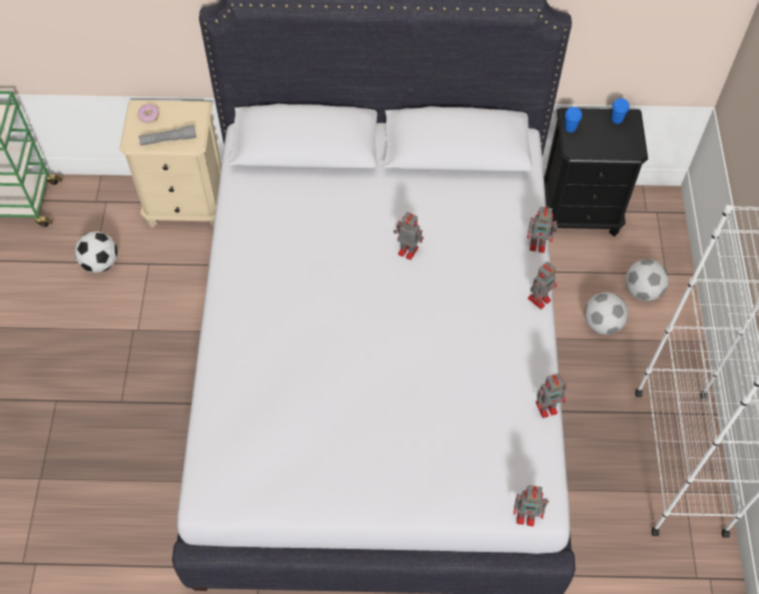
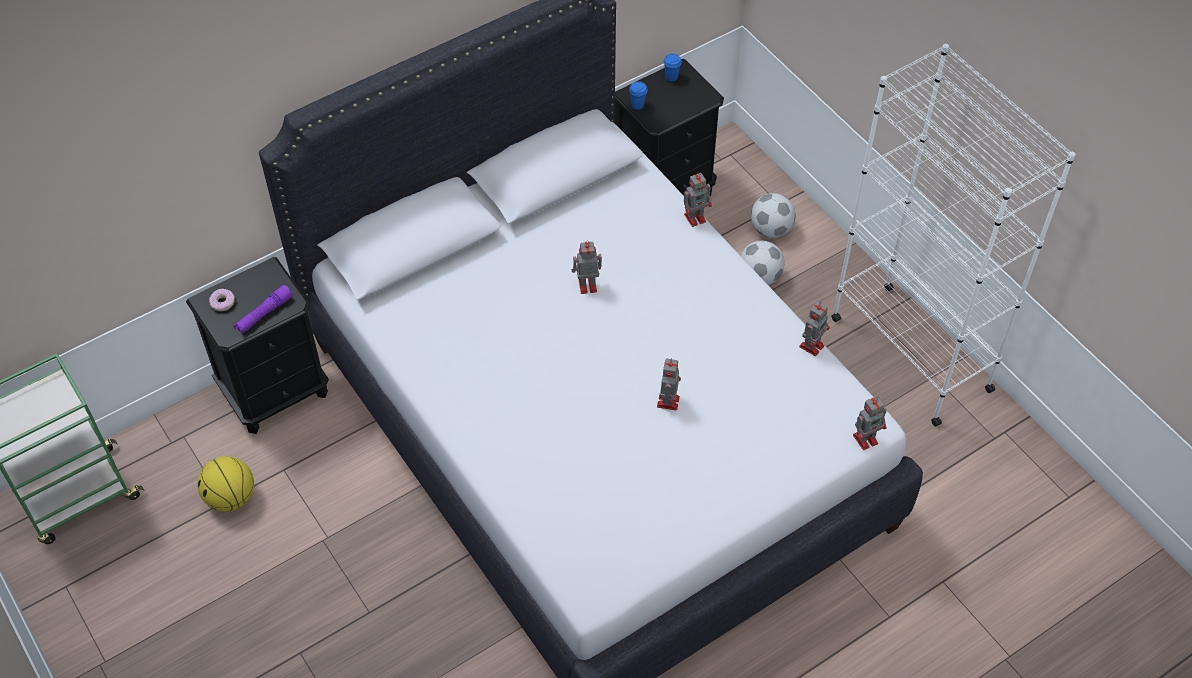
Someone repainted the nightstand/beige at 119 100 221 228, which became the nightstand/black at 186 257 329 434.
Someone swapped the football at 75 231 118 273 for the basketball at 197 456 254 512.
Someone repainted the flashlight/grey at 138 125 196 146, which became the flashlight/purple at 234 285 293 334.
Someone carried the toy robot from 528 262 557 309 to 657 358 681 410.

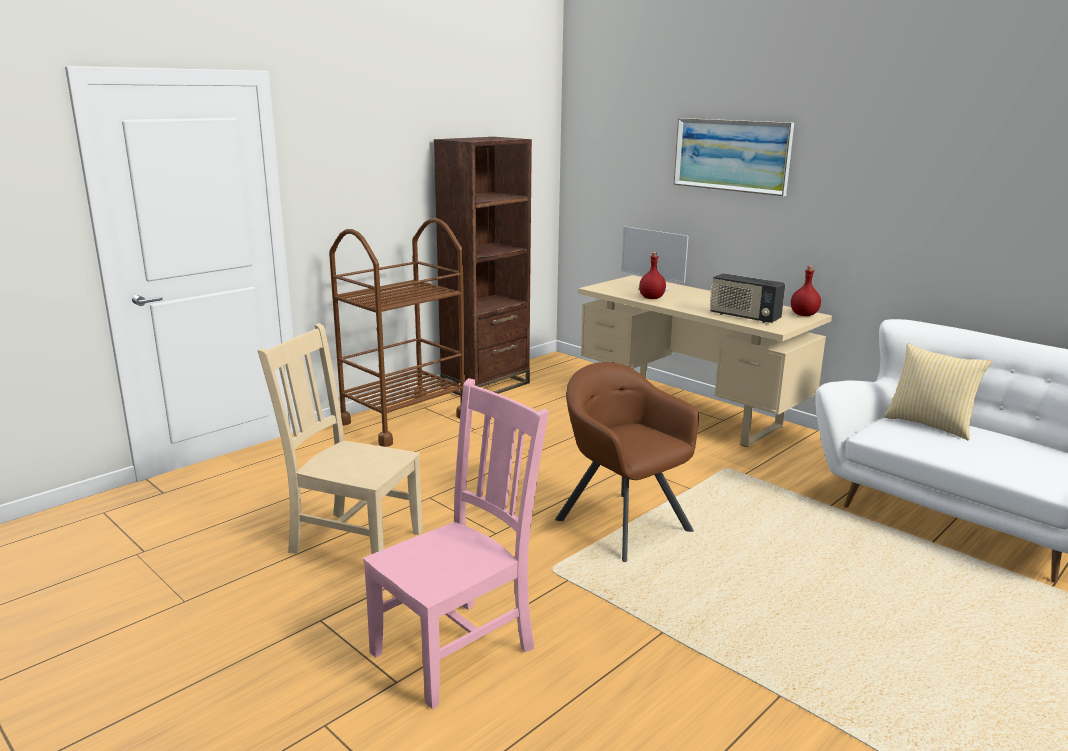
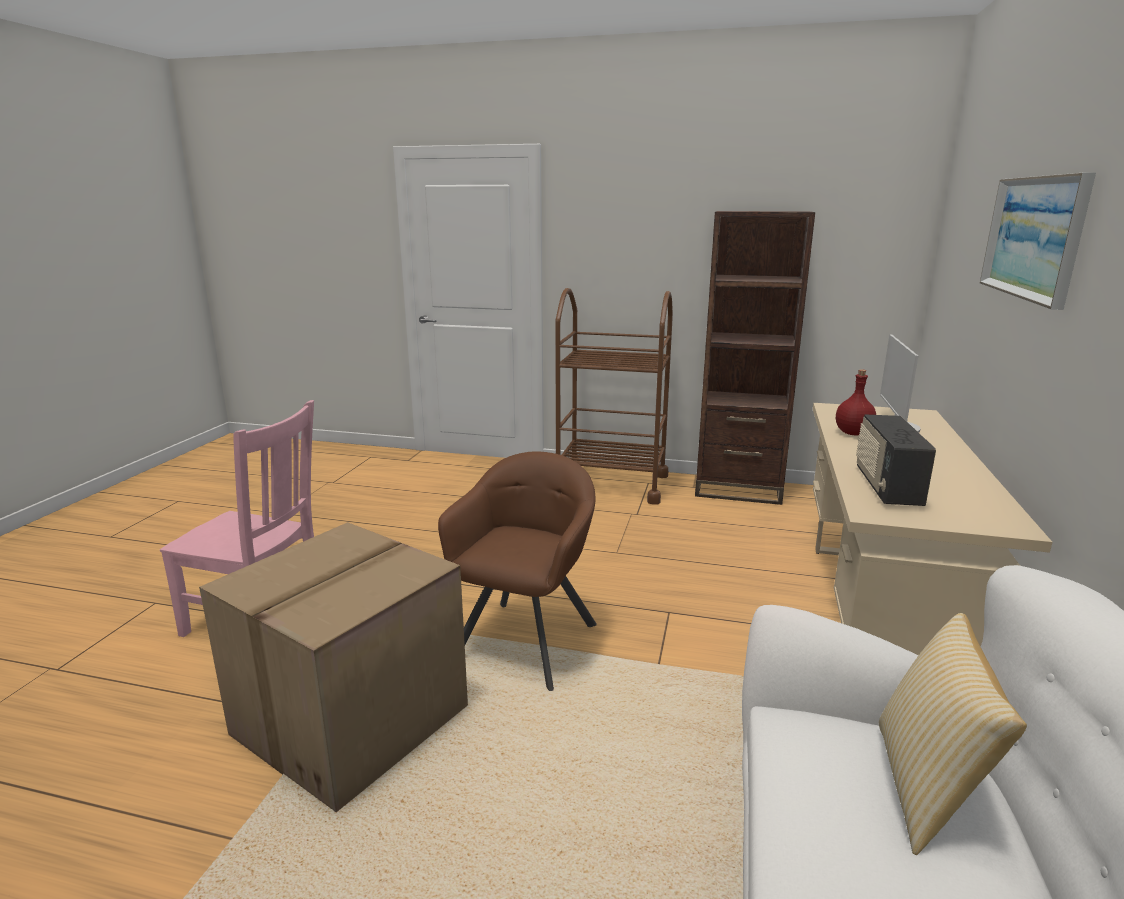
Someone put down the cardboard box at 199 522 468 812.
Someone took away the chair/beige at 258 323 423 554.
Someone took away the bottle/red at 791 266 821 316.

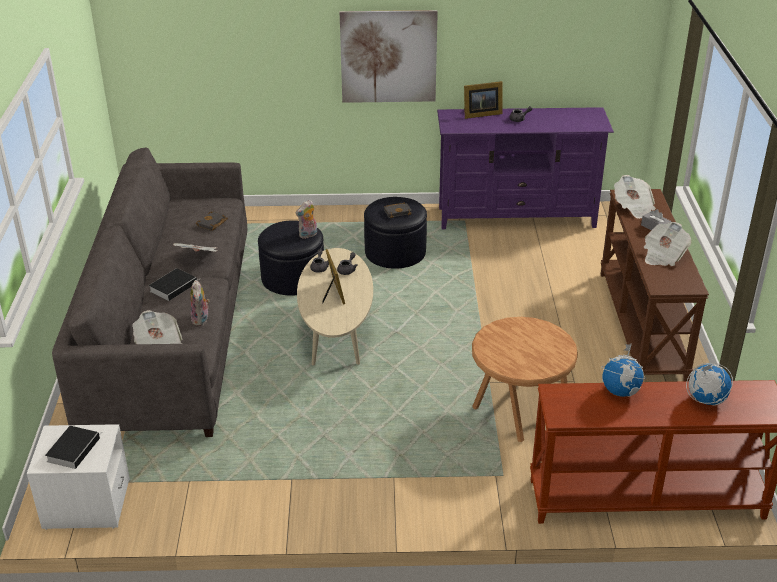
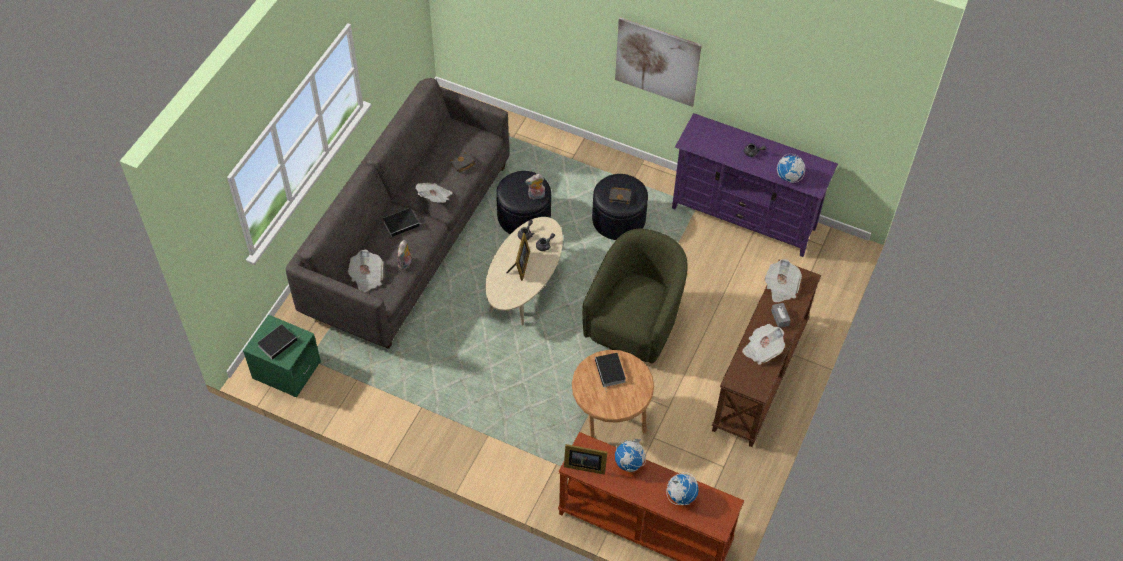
Someone repainted the nightstand/white at 27 424 130 530, which became the nightstand/green at 243 315 321 398.
Someone carried the picture frame from 464 81 503 119 to 564 444 607 475.
Someone put down the armchair/green at 582 229 688 364.
Someone put down the book at 595 353 626 390.
Someone put down the globe at 777 154 805 183.

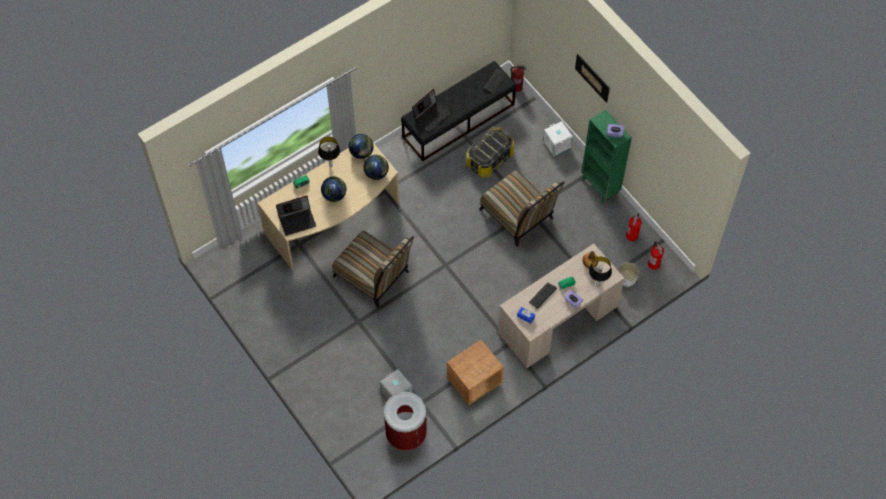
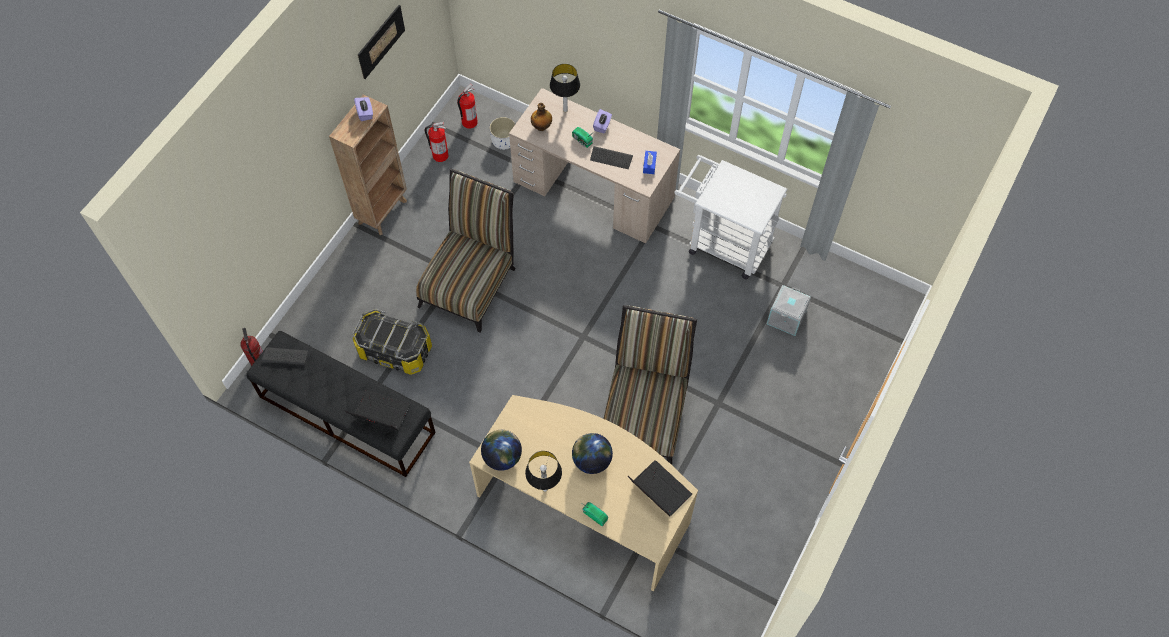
Someone repainted the bookcase/green at 582 109 632 203, which became the bookcase/brown at 329 94 407 235.
Someone carried the picture from 575 54 610 103 to 358 5 405 79.
Someone swapped the nightstand/brown at 447 340 504 406 for the cart/white at 674 155 787 279.
Someone took away the globe at 363 155 389 180.
Someone took away the trash can at 384 392 427 451.
Someone took away the storage box/white at 543 121 573 157.

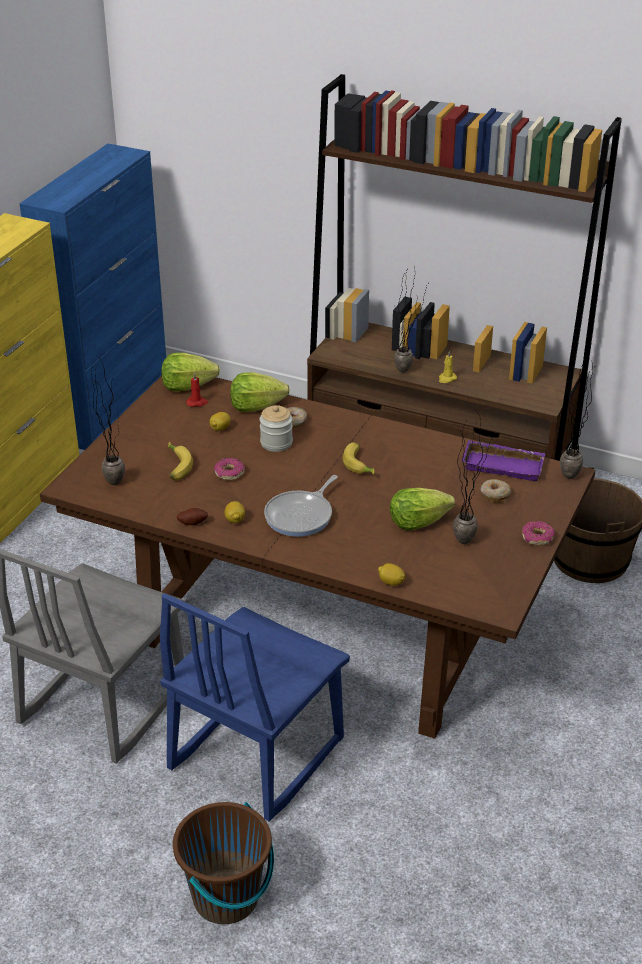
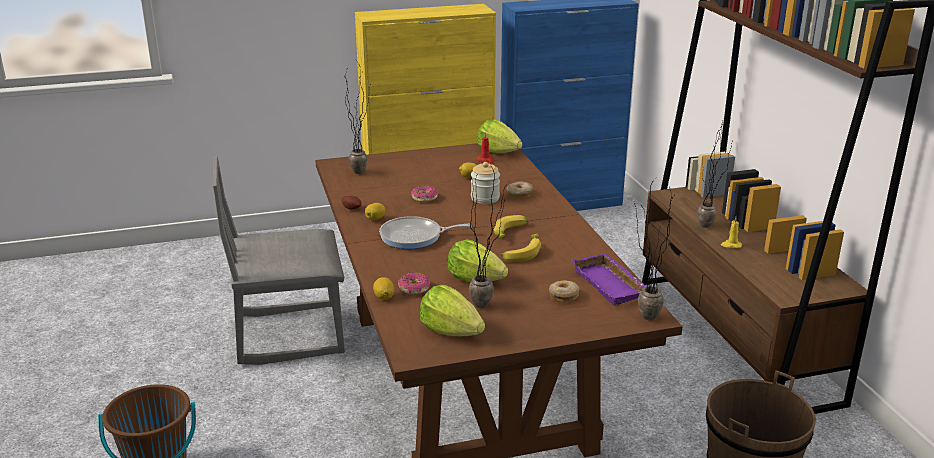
Someone carried the donut from 522 521 555 546 to 398 273 430 294.
Someone carried the lettuce from 230 372 290 412 to 420 285 485 336.
Someone carried the banana from 168 442 193 481 to 501 234 541 262.
Someone took away the chair/blue at 160 593 350 822.

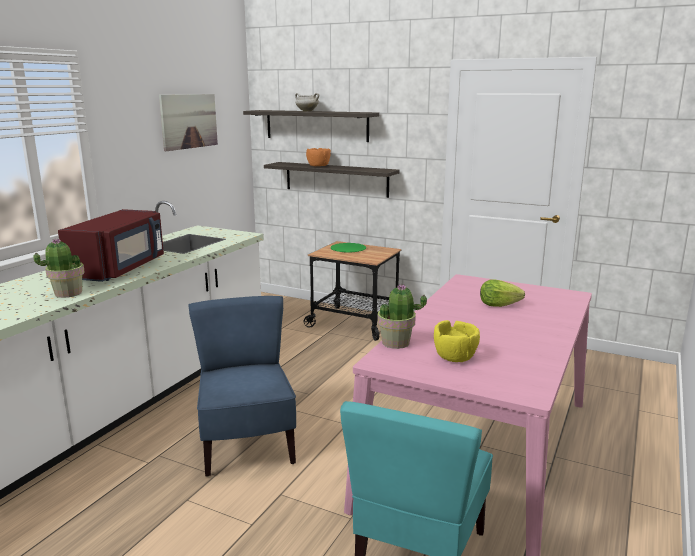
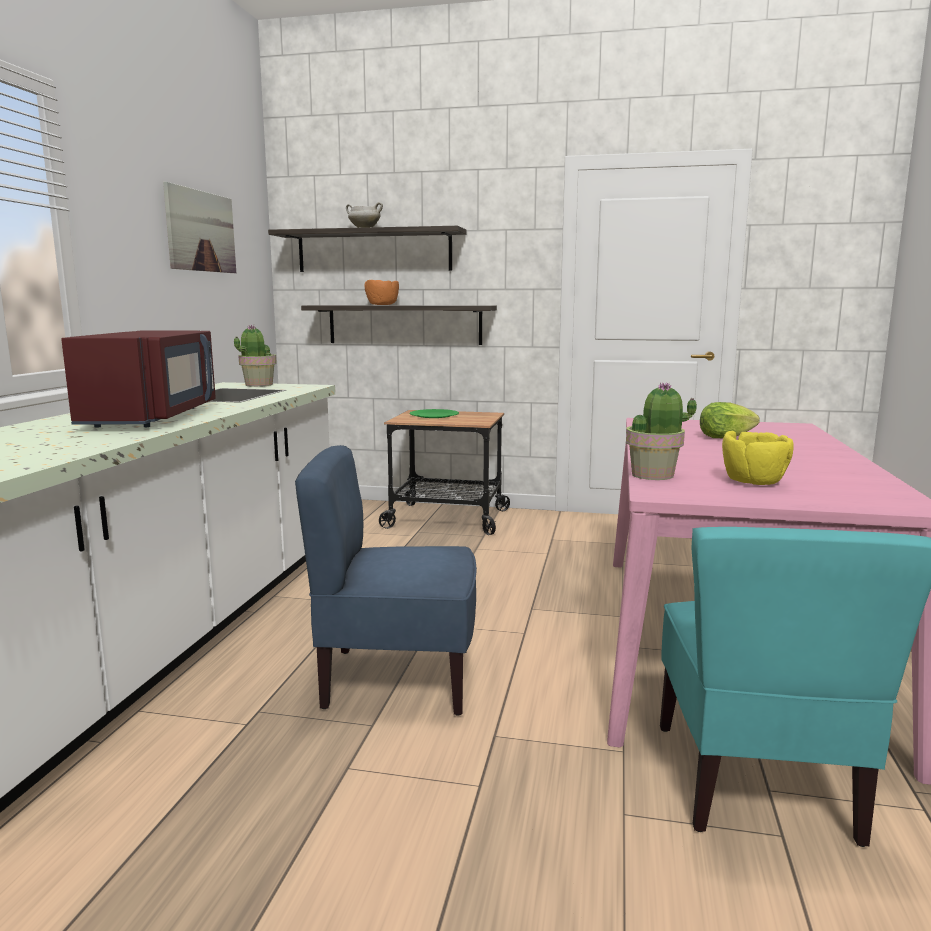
Someone carried the potted plant from 33 238 85 298 to 234 325 277 387.
Someone rotated the chair/blue at 188 296 296 477 by 60 degrees counterclockwise.

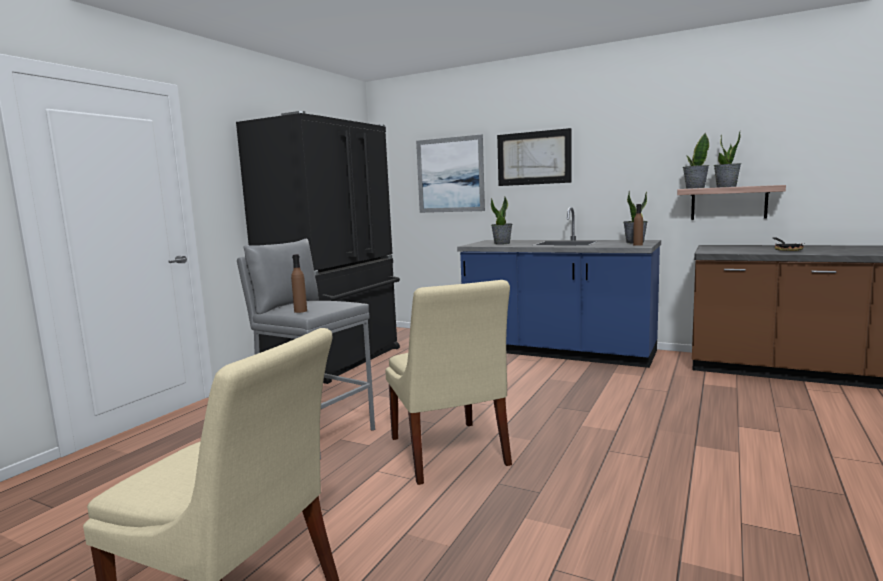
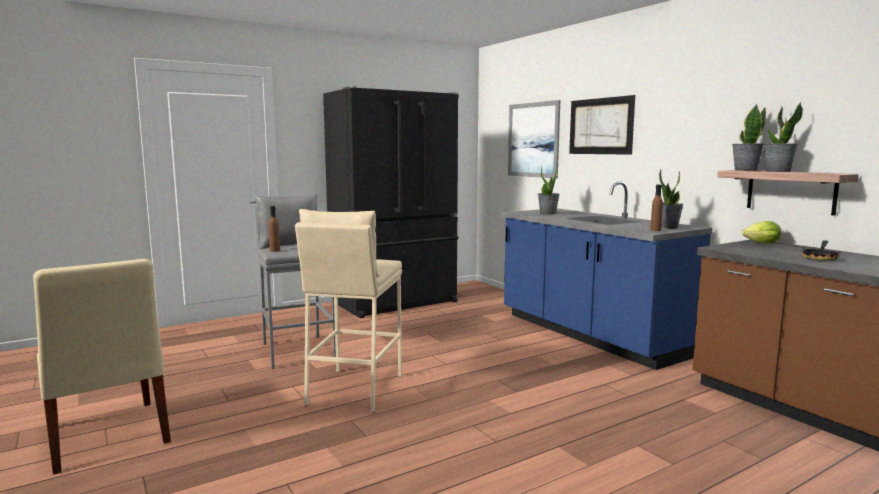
Someone swapped the chair/beige at 385 280 512 485 for the stool/beige at 295 209 402 413.
Someone put down the lettuce at 742 221 781 243.

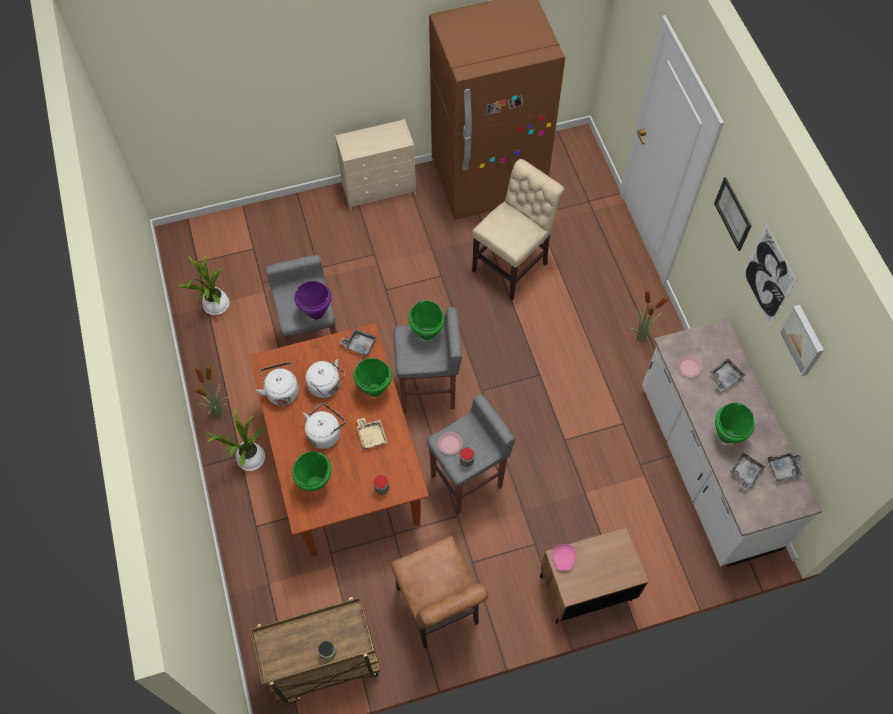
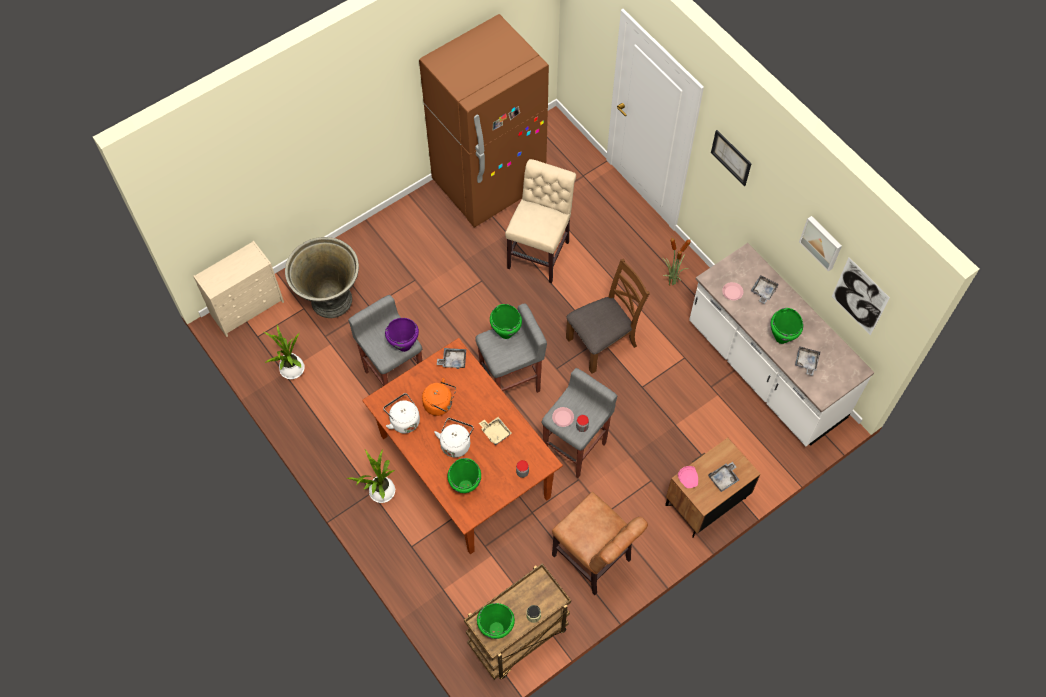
Someone carried the dresser/beige from 335 119 416 210 to 193 241 284 337.
Someone put down the planter/grey at 285 237 359 318.
Someone repainted the kettle/white at 306 359 345 398, which became the kettle/orange at 422 378 456 416.
Someone carried the cooking pot/green from 353 358 392 397 to 477 603 515 639.
Someone put down the chair/brown at 566 259 650 374.
Someone carried the tray/grey from 768 452 804 481 to 708 462 739 492.
Someone carried the picture from 743 224 796 326 to 832 257 890 335.
Someone took away the potted plant at 194 363 230 417.

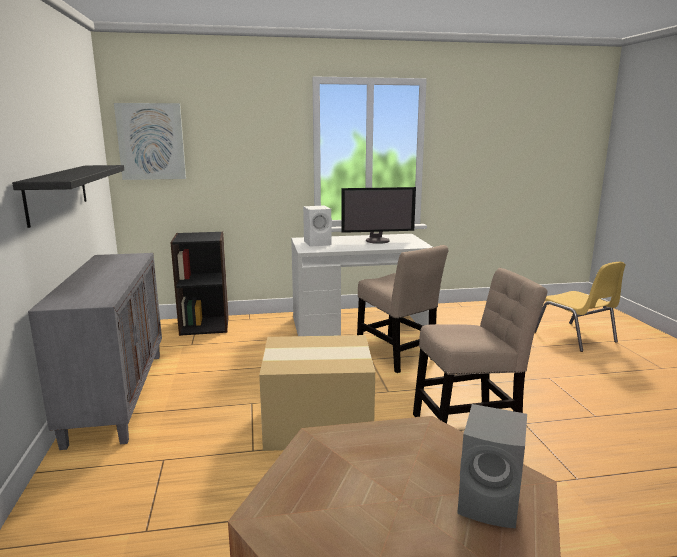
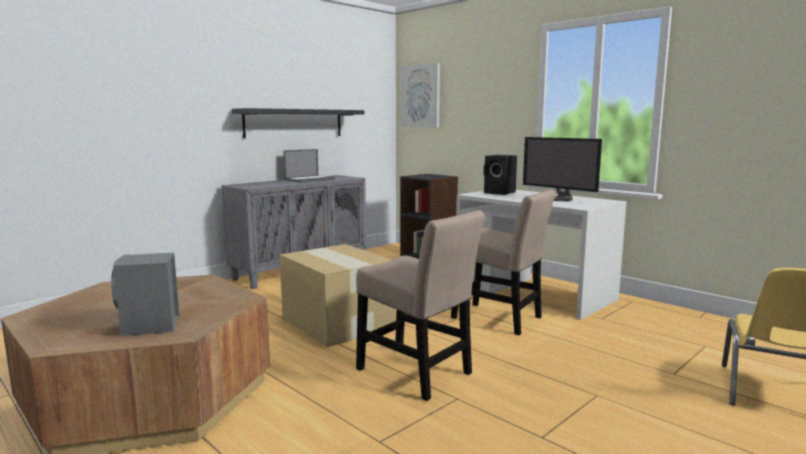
Someone put down the laptop at 283 149 335 183.
Someone rotated the chair/beige at 357 245 448 373 by 75 degrees counterclockwise.
Someone repainted the speaker/white at 303 206 332 246, which became the speaker/black at 484 155 517 195.

